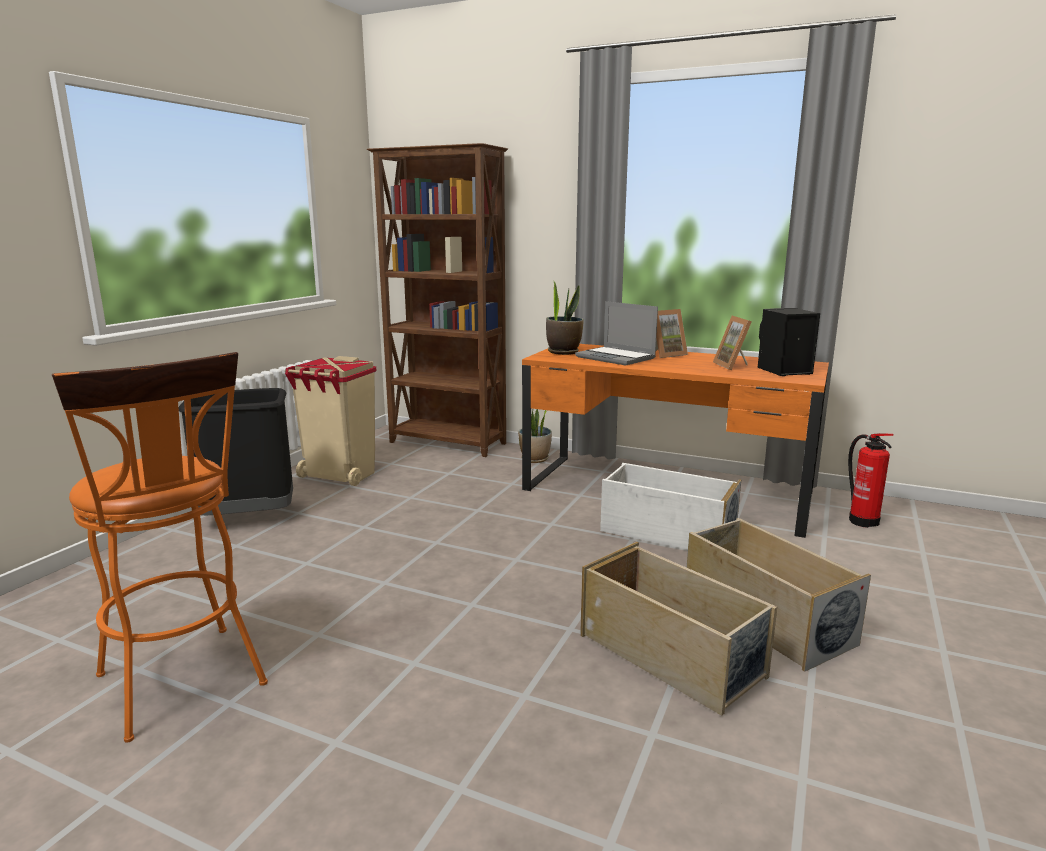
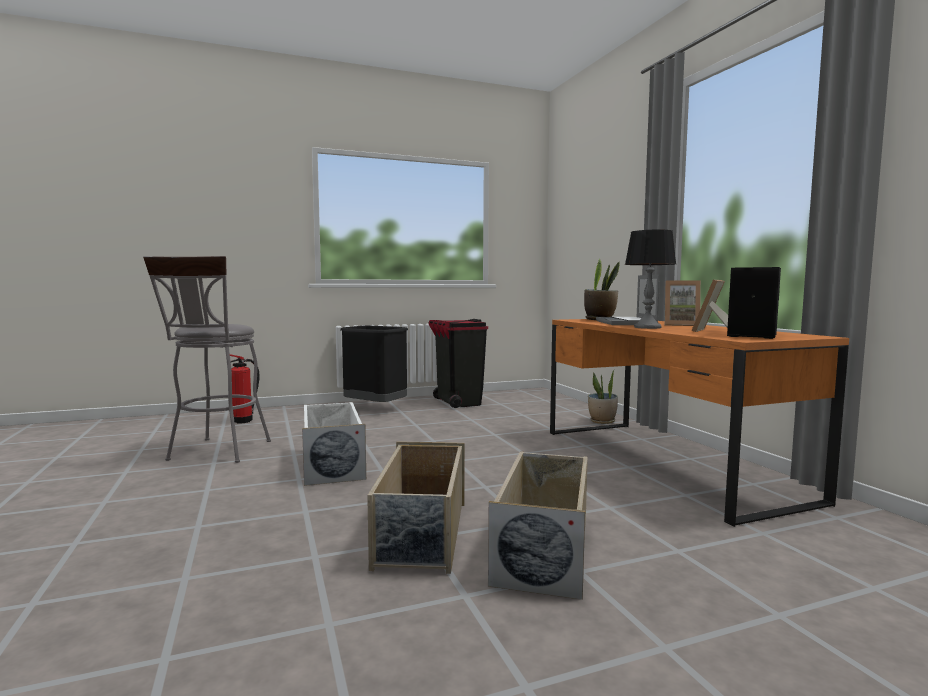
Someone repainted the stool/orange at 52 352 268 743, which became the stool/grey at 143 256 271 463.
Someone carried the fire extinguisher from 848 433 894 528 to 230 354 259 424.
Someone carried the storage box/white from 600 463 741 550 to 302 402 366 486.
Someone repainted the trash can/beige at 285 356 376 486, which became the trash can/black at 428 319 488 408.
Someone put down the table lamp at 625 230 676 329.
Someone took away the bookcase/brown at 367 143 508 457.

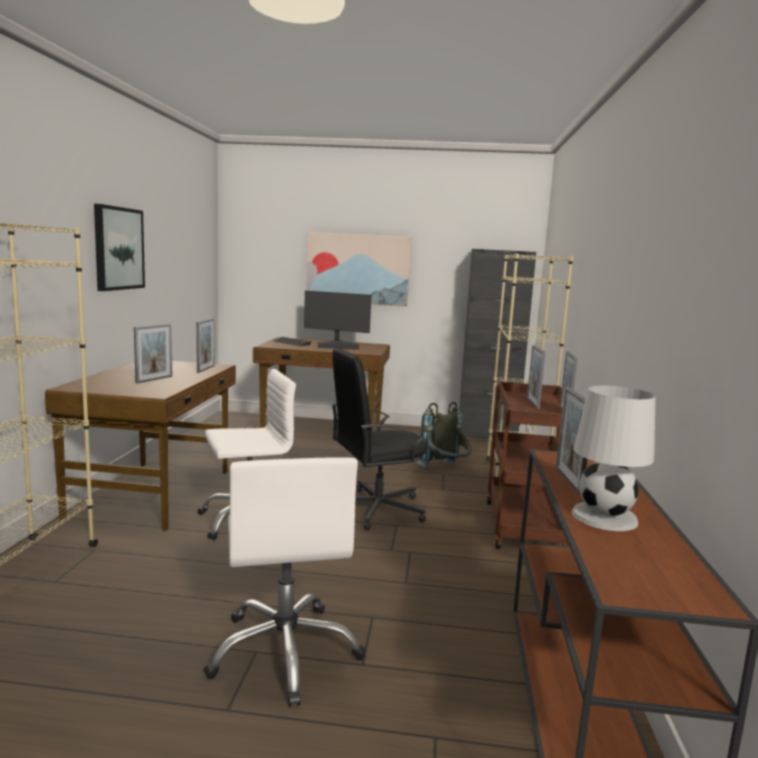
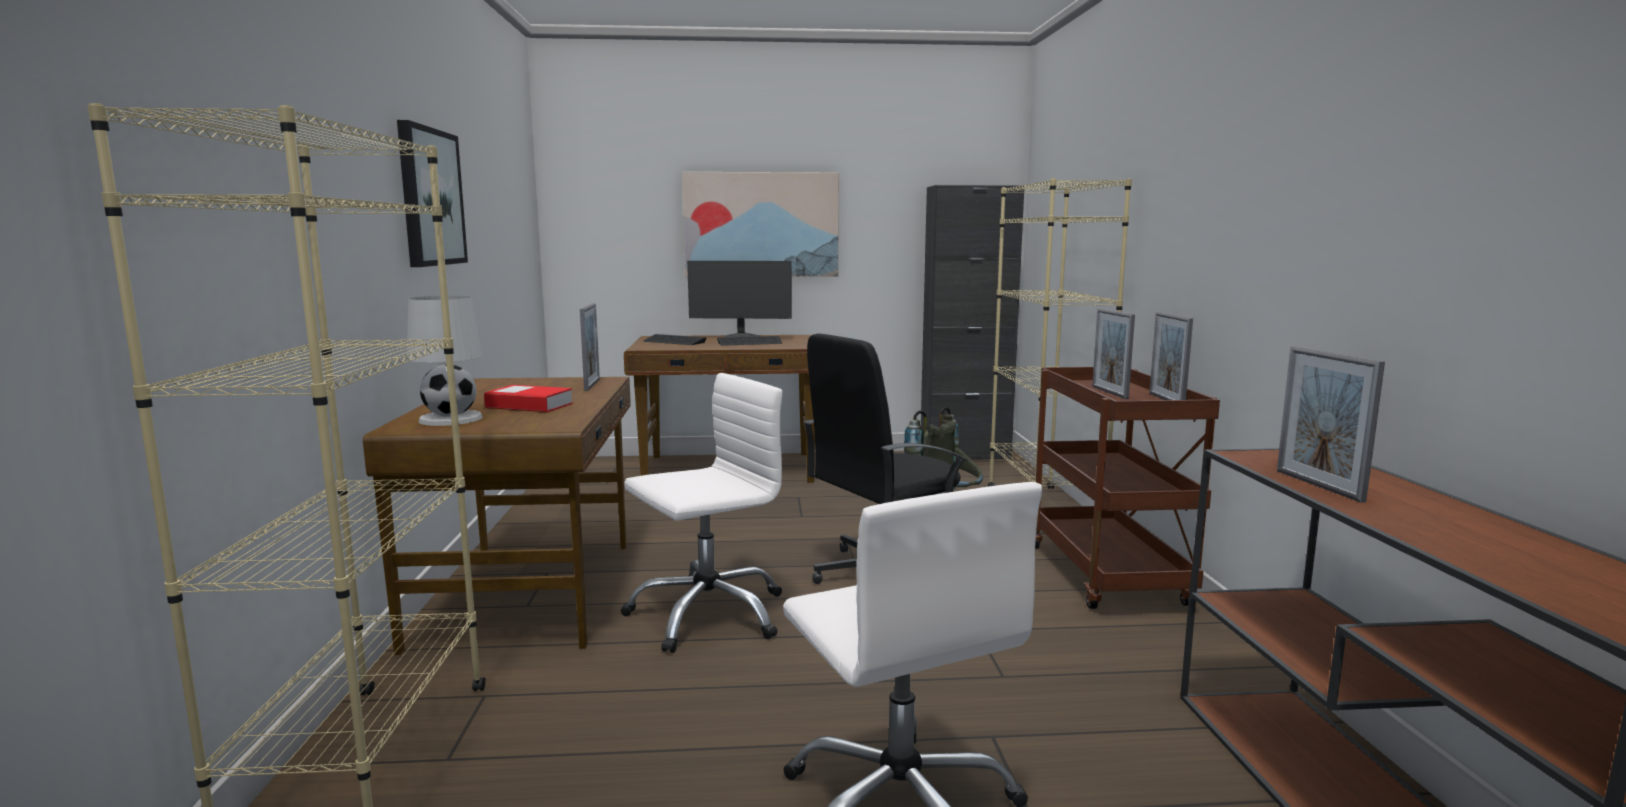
Someone carried the table lamp/white from 572 386 655 531 to 407 296 484 426.
Someone swapped the picture frame at 134 324 172 384 for the book at 484 385 573 412.

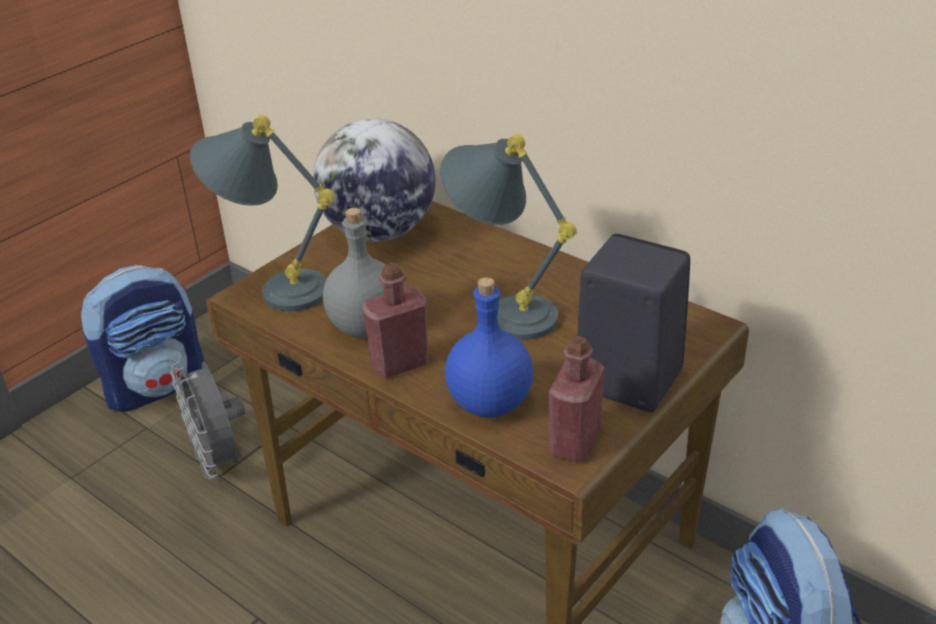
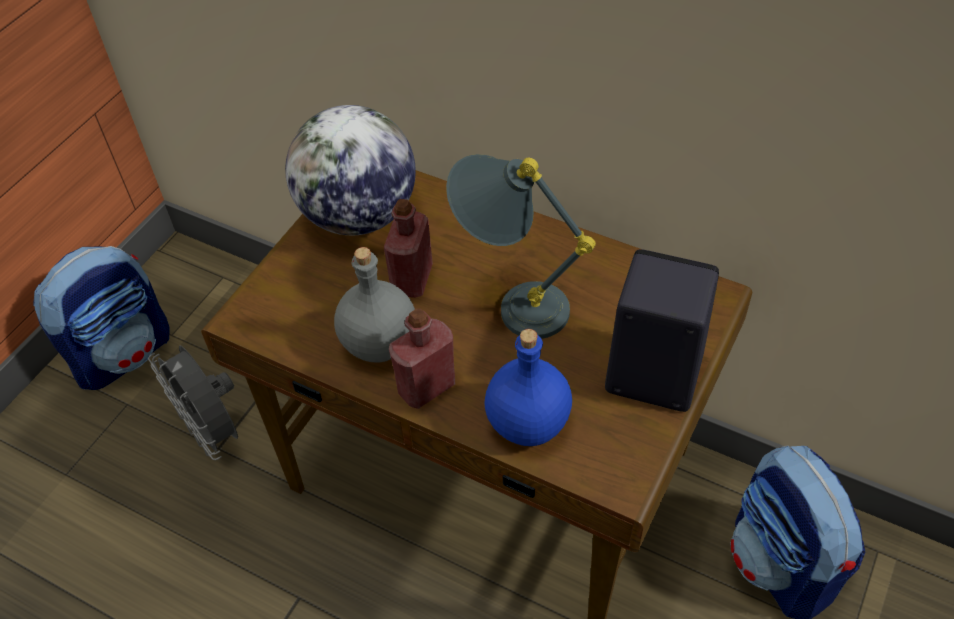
Someone carried the bottle/red from 548 336 605 462 to 384 199 433 298.
Someone took away the table lamp/grey at 190 115 335 311.

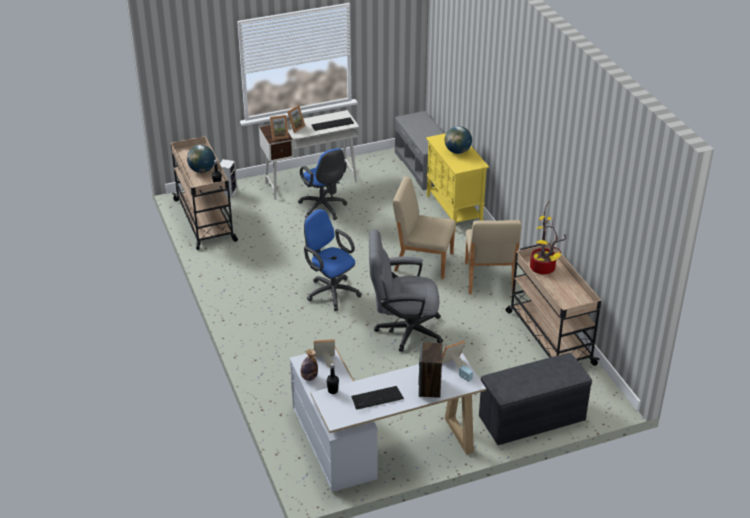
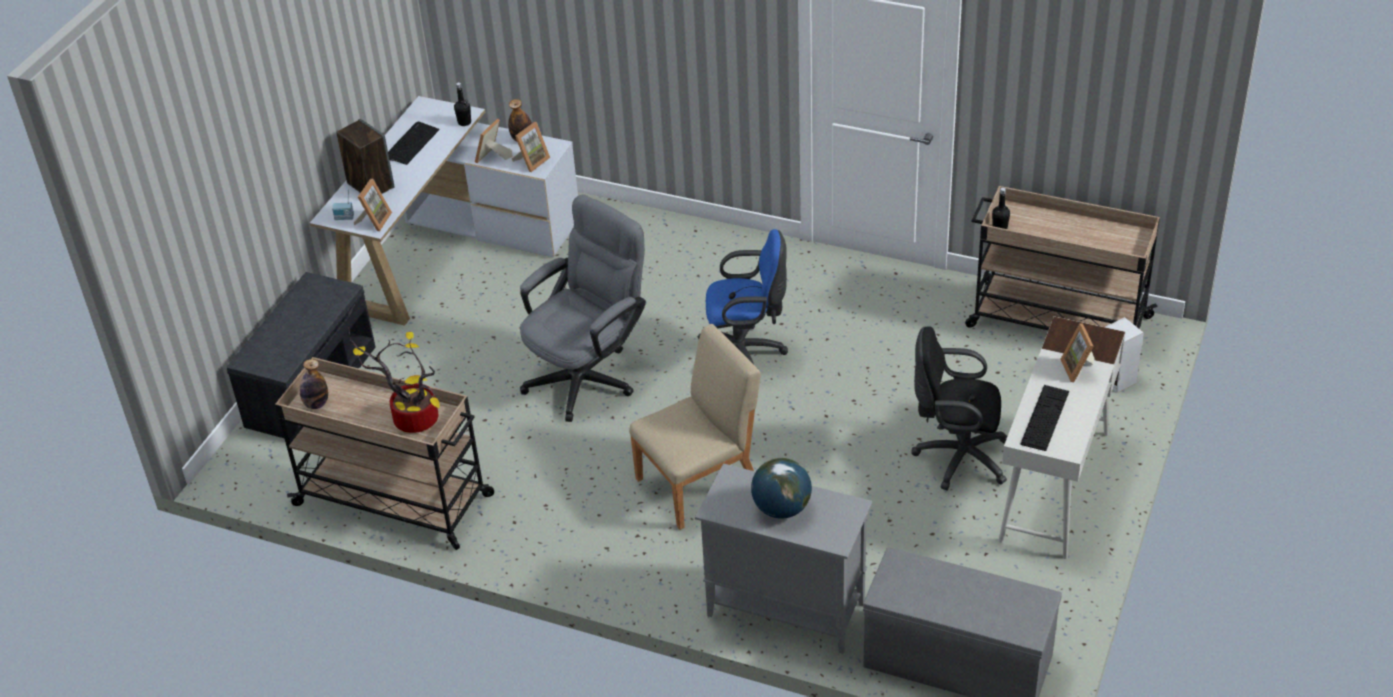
Someone put down the bottle at 300 359 328 409.
Someone carried the picture frame from 270 115 289 140 to 475 119 513 163.
Someone repainted the cabinet/yellow at 426 133 489 229, which became the cabinet/grey at 695 464 872 654.
Someone repainted the office chair/blue at 298 148 347 220, which became the office chair/black at 911 326 1007 490.
Someone took away the globe at 187 145 215 173.
Someone took away the chair/beige at 465 220 522 294.

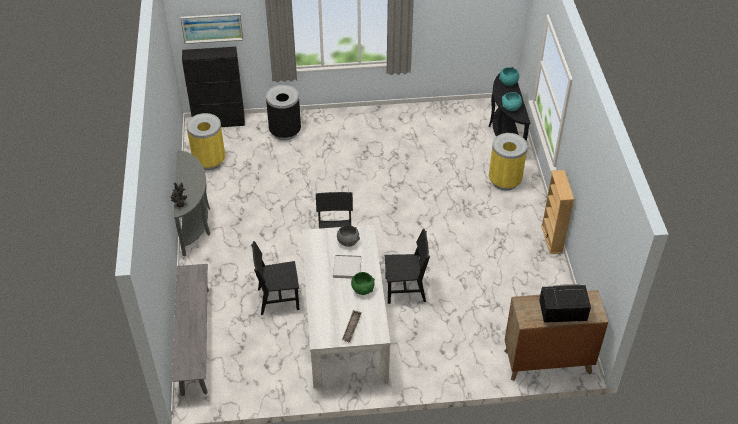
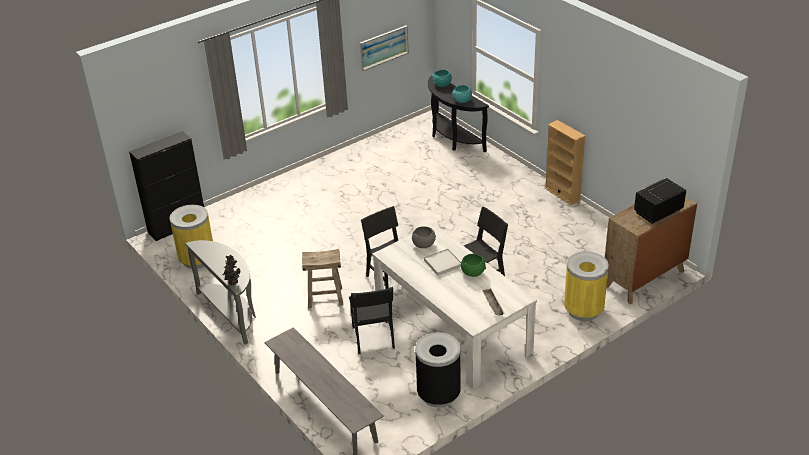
Someone put down the stool/beige at 302 249 343 308.
Someone rotated the chair/black at 251 241 300 315 by 60 degrees counterclockwise.
Someone carried the picture from 180 13 243 44 to 360 26 409 71.
Someone carried the trash can/black from 266 85 301 140 to 415 332 461 408.
Someone carried the trash can/yellow from 489 133 528 191 to 564 251 609 321.

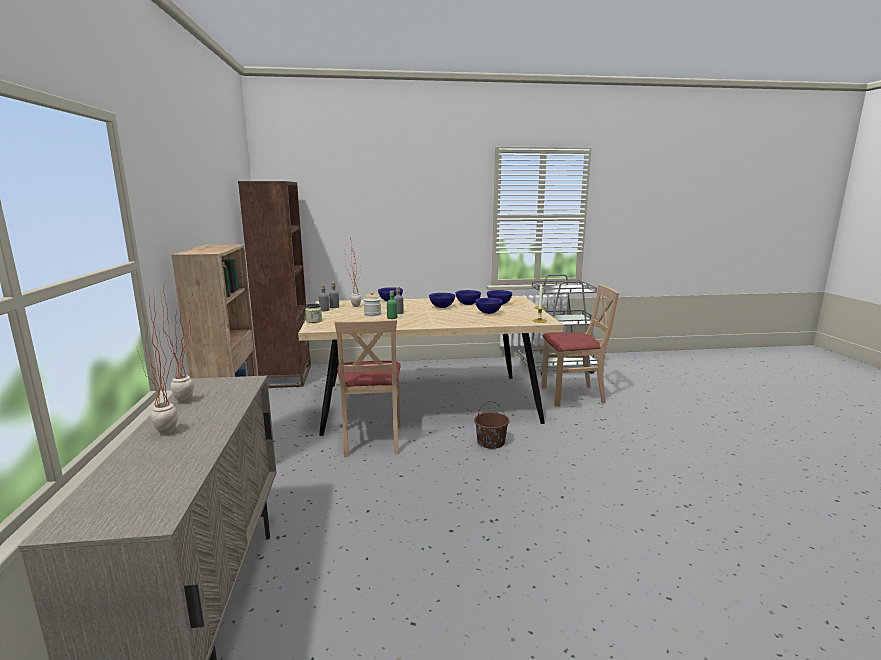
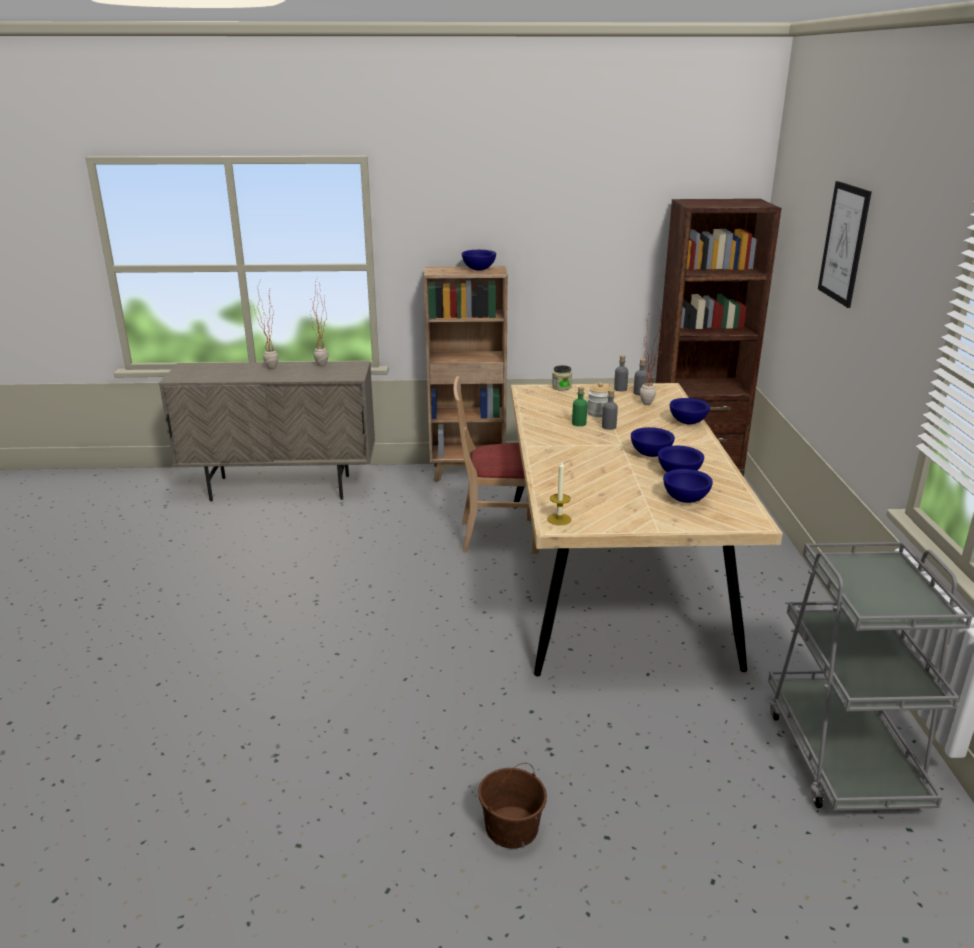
Someone carried the bowl/blue from 475 298 503 314 to 462 250 496 271.
Someone carried the bucket/brown from 474 401 510 449 to 478 763 547 849.
Someone put up the picture at 818 181 872 308.
Someone took away the chair/beige at 541 284 619 407.

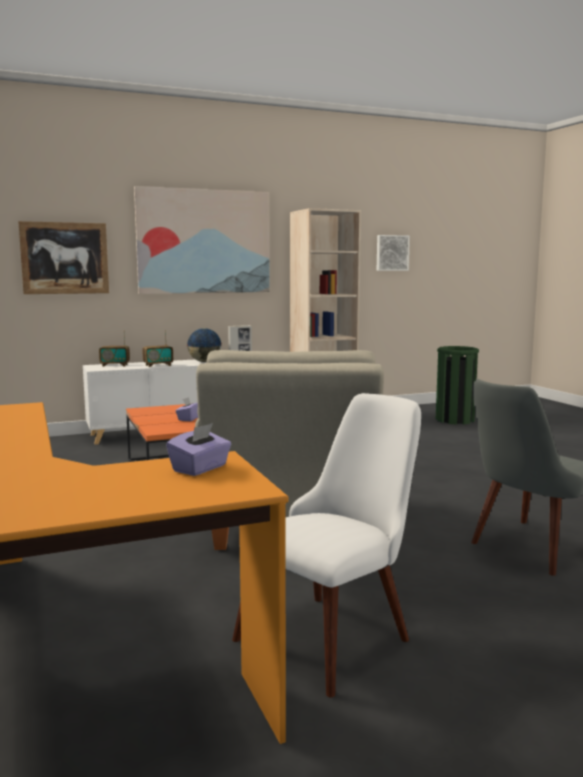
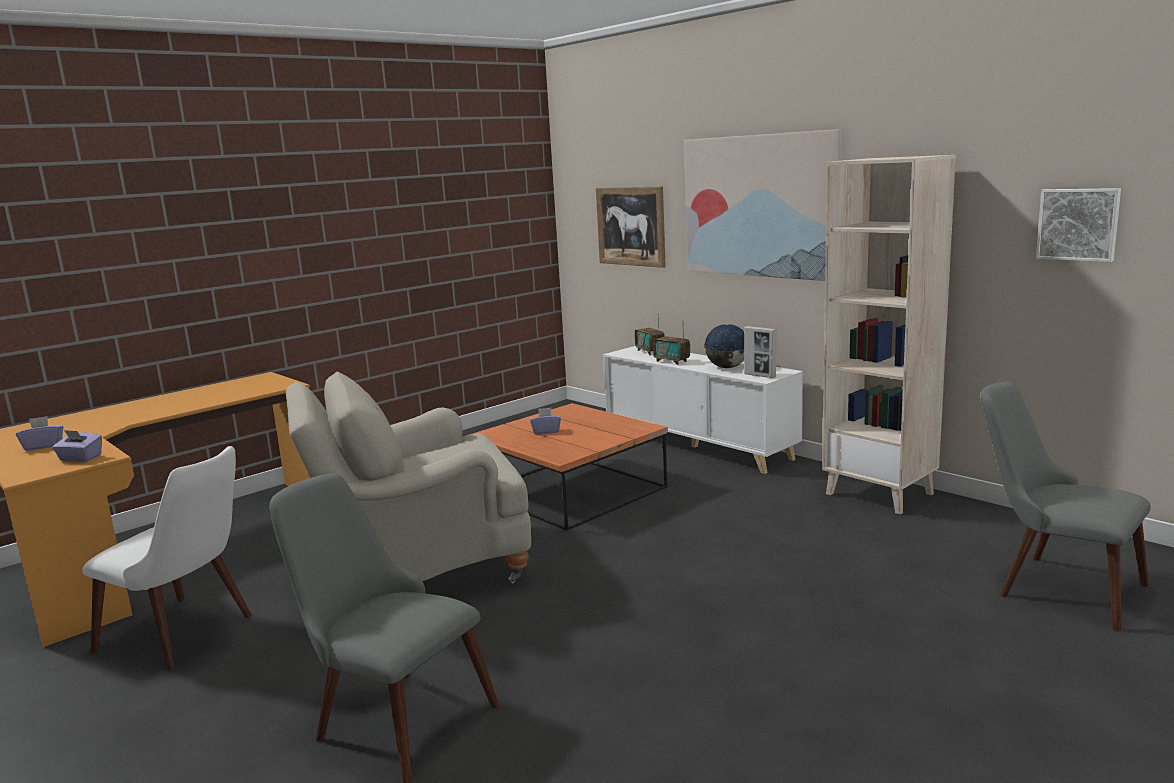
Someone put down the tissue box/purple at 16 416 64 451.
Someone swapped the trash can/green at 436 346 479 425 for the chair/grey at 980 382 1151 632.

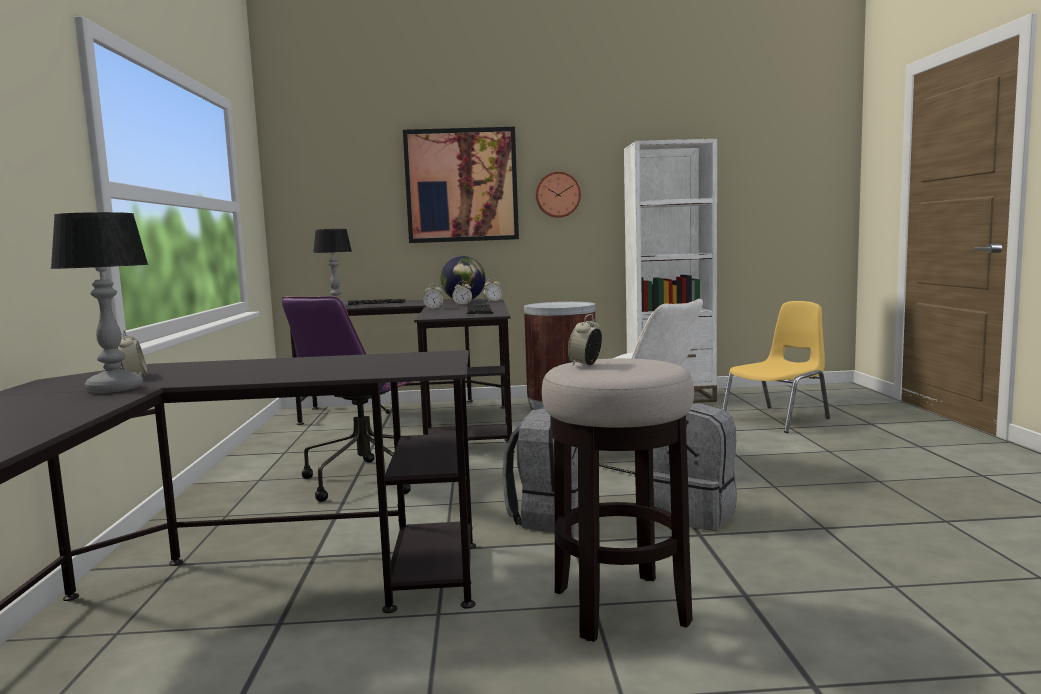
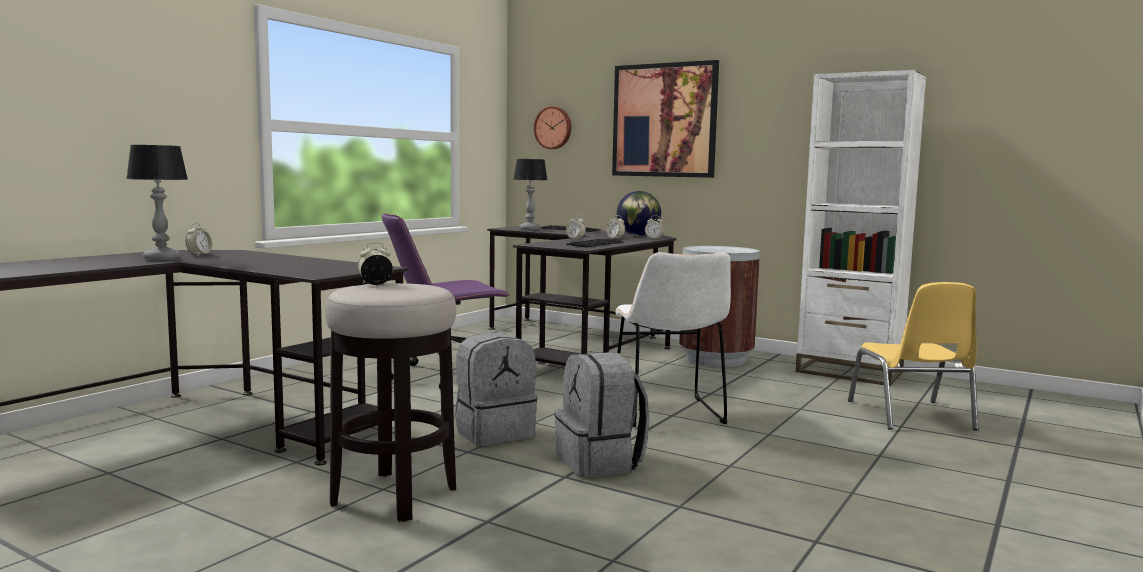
Someone carried the wall clock from 536 172 581 218 to 534 106 571 149.
Someone rotated the chair/yellow at 722 301 830 433 by 90 degrees clockwise.

